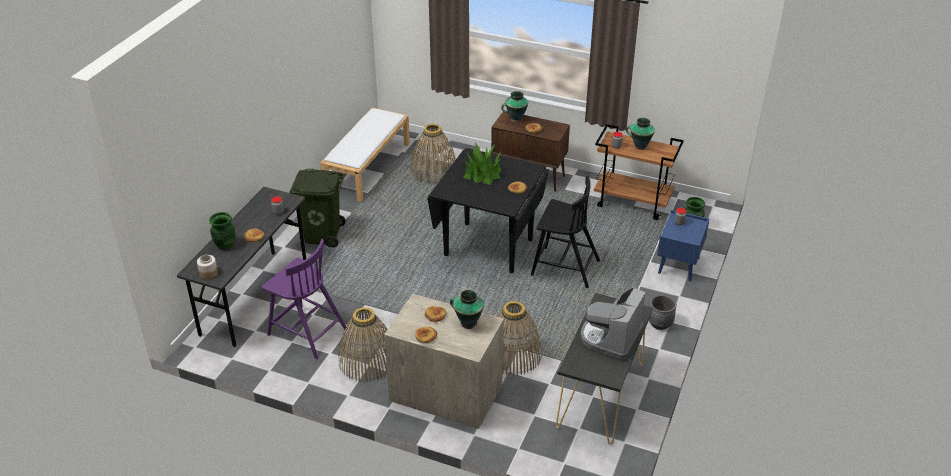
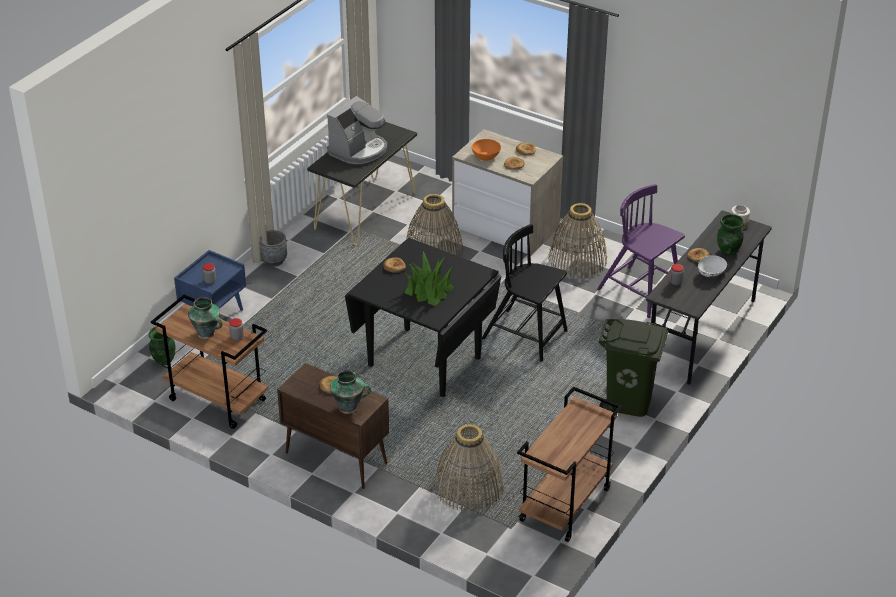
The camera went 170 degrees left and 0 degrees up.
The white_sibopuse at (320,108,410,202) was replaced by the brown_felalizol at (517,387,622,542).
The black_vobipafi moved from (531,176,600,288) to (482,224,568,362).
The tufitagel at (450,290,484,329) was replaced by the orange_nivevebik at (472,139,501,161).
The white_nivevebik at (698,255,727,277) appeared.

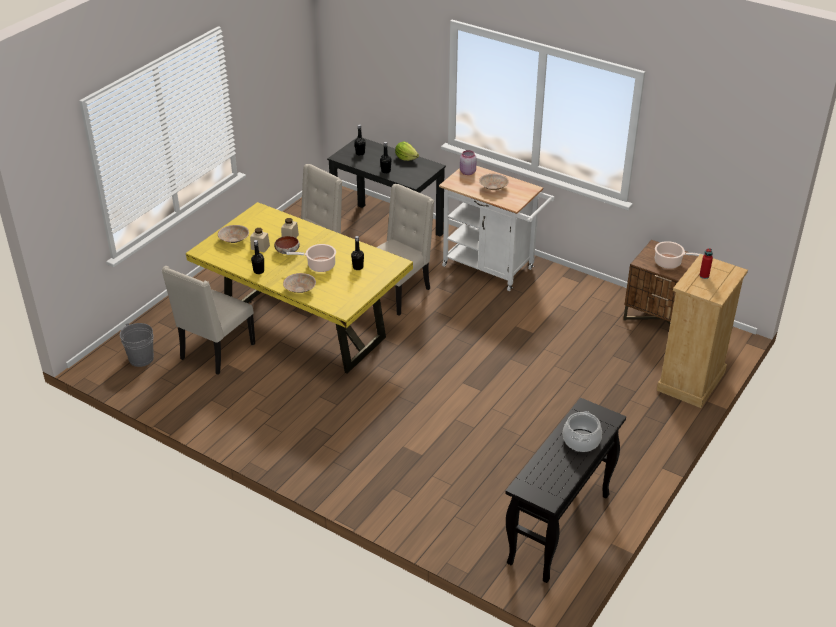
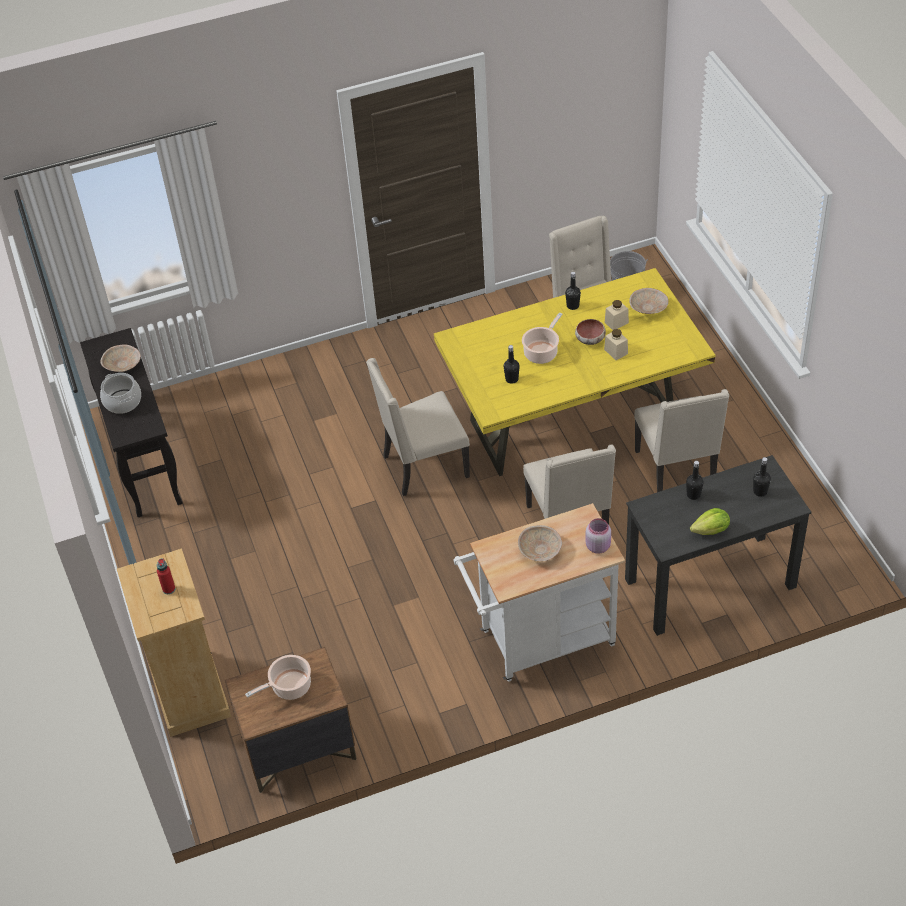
The camera went 130 degrees right and 10 degrees up.
The beige_nivevebik moved from (283,273,316,293) to (101,345,141,372).
The beige_vobipafi at (366,358,470,496) appeared.

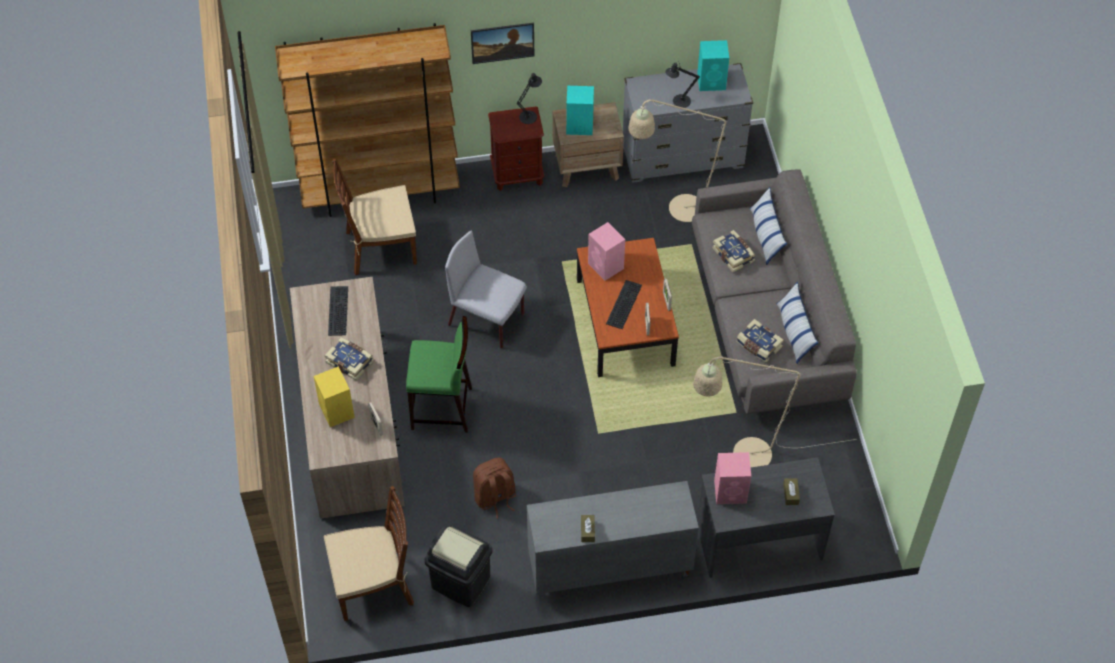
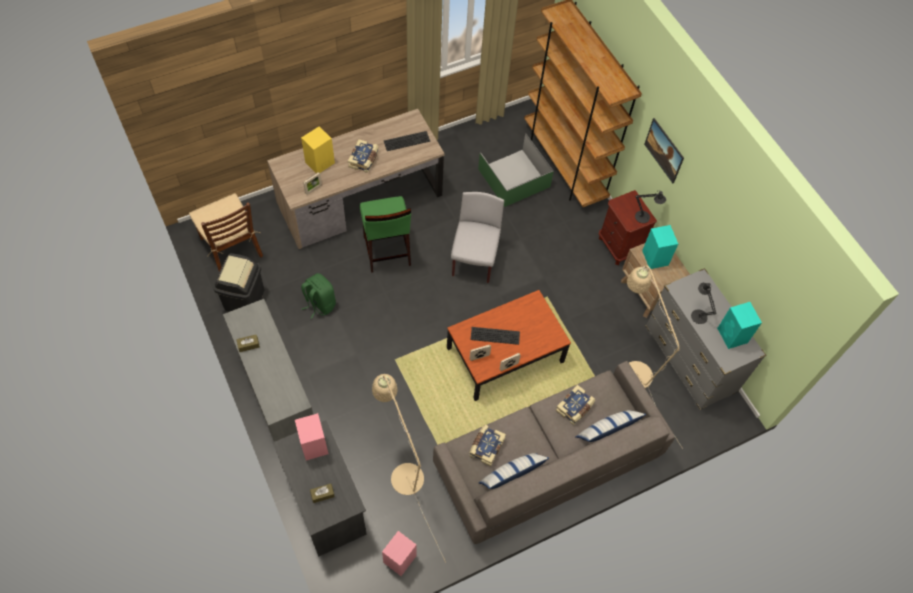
The camera went 70 degrees right and 5 degrees up.
The brown_vobipafi at (332,159,417,275) was replaced by the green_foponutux at (478,134,554,207).
The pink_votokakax moved from (588,222,625,281) to (382,531,417,576).
The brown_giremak at (473,458,516,519) became the green_giremak at (301,273,336,319).

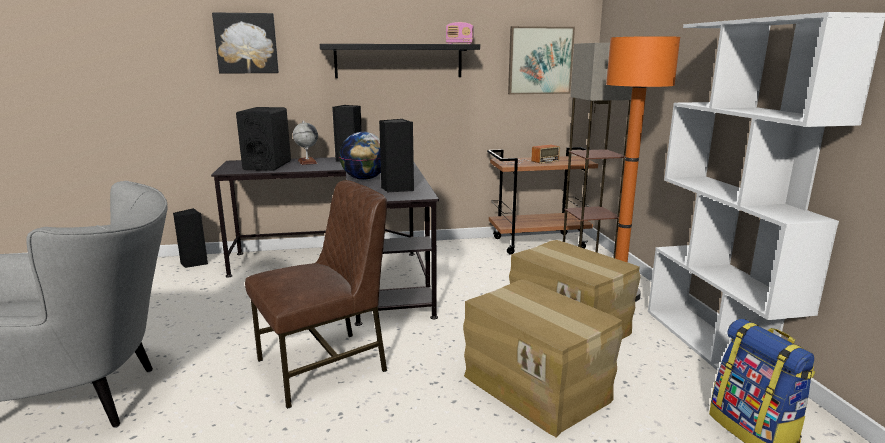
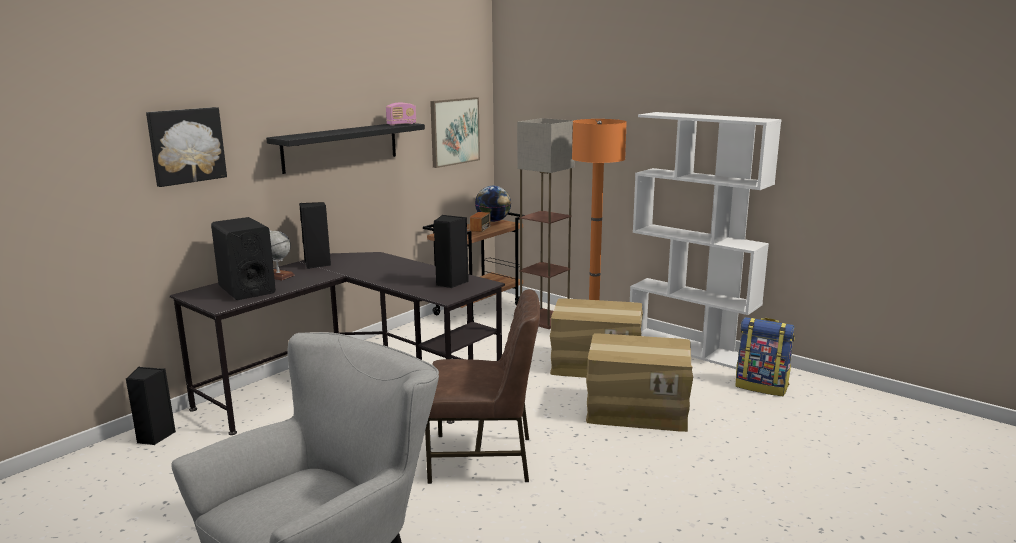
The camera went 40 degrees left and 0 degrees up.
The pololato moved from (339,132,381,180) to (475,186,511,222).
The brown_vobipafi at (245,180,387,409) turned 75 degrees clockwise.

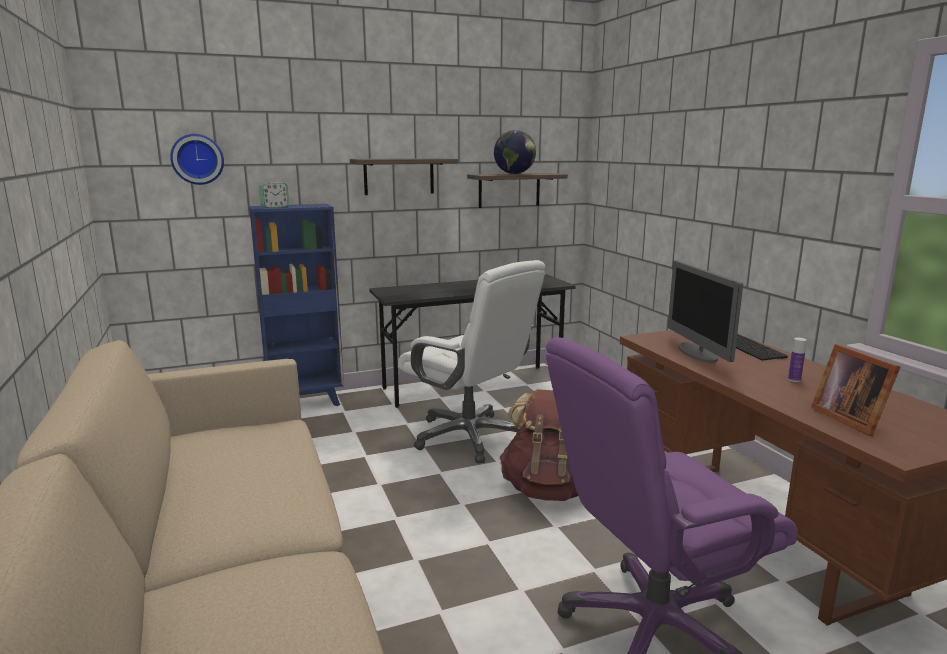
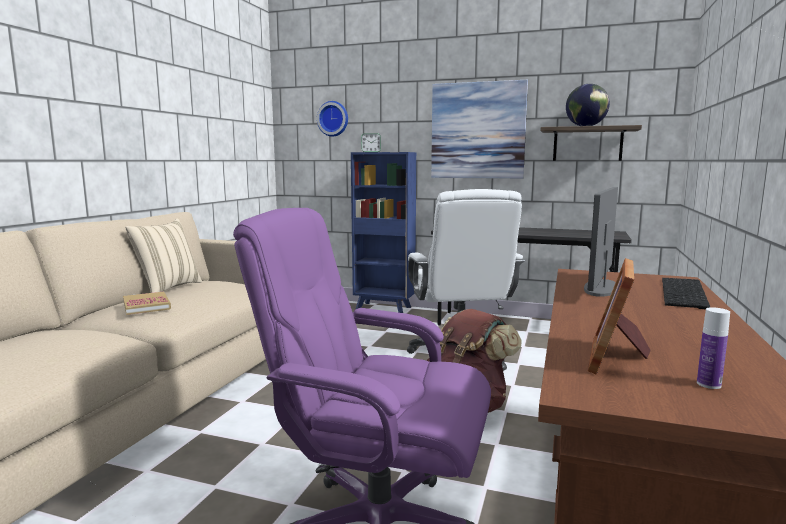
The camera went 40 degrees right and 5 degrees down.
The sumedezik at (350,158,458,195) was replaced by the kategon at (431,80,528,179).
The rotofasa moved from (788,338,807,382) to (697,307,730,389).
The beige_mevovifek at (125,218,202,293) appeared.
The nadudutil at (123,292,171,315) appeared.

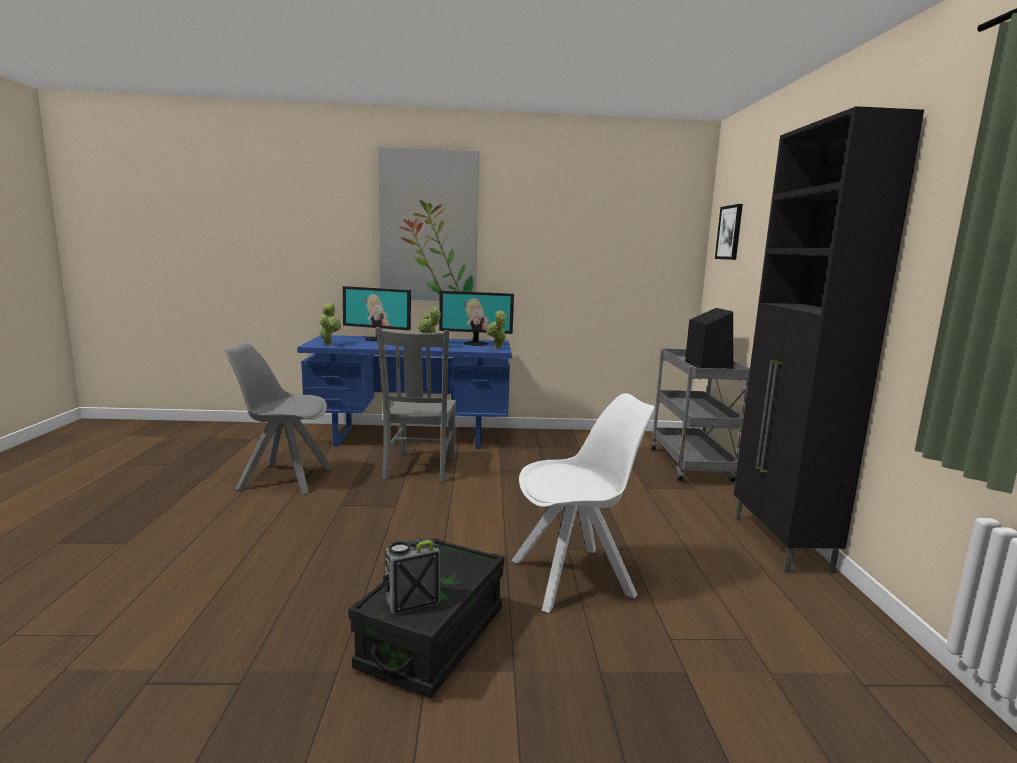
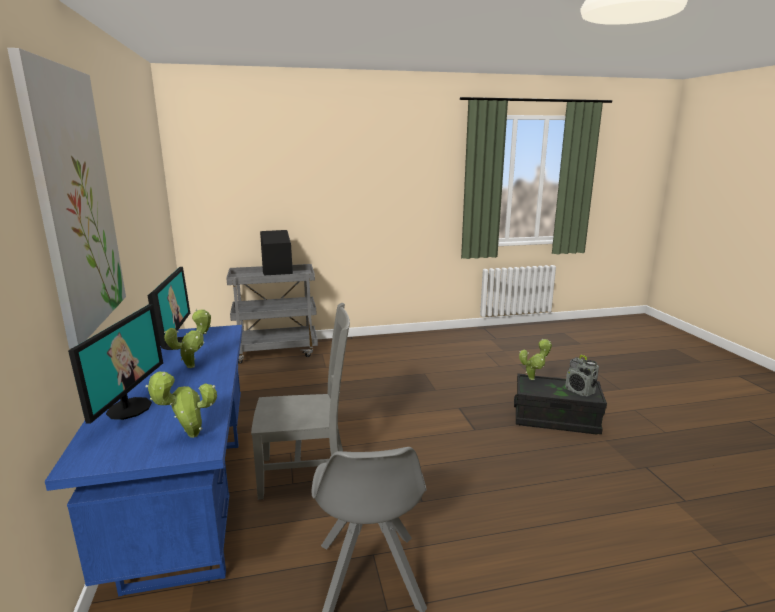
The camera went 100 degrees left and 5 degrees up.
The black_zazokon at (734,106,924,573) disappeared.
The kategon at (715,204,743,260) disappeared.
The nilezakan moved from (486,310,507,350) to (519,338,552,380).
The white_vobipafi at (511,393,655,613) disappeared.

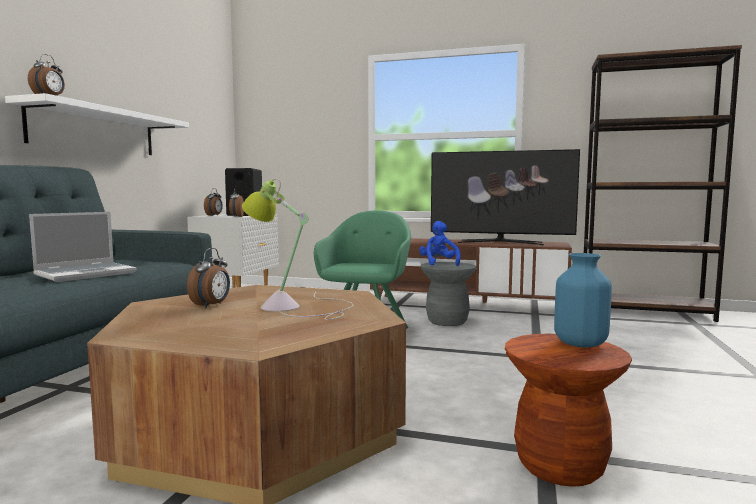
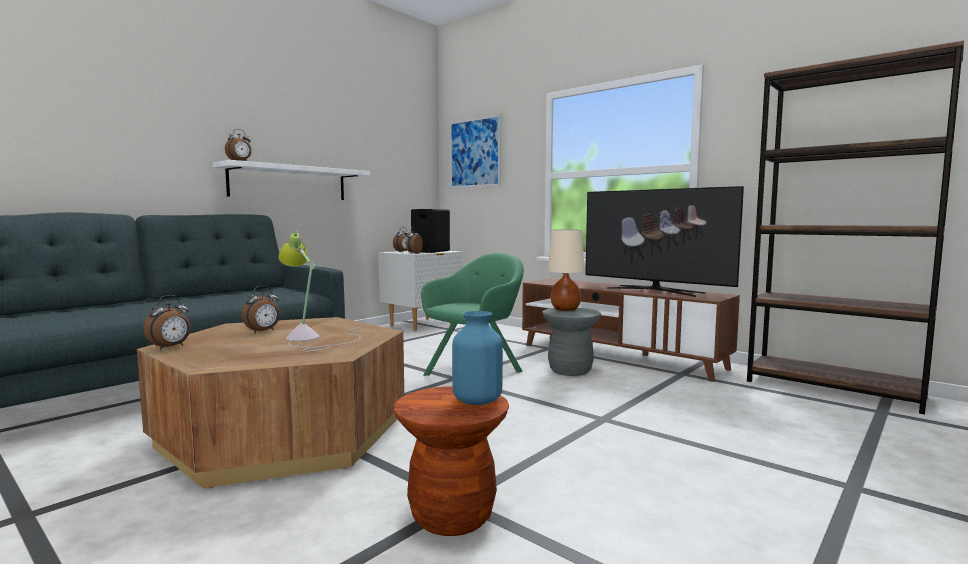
The camera went 25 degrees right and 0 degrees up.
The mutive at (29,212,137,282) disappeared.
The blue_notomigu at (419,221,461,266) was replaced by the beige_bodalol at (548,230,585,311).
The kategon at (449,114,501,189) appeared.
The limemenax at (144,295,191,350) appeared.

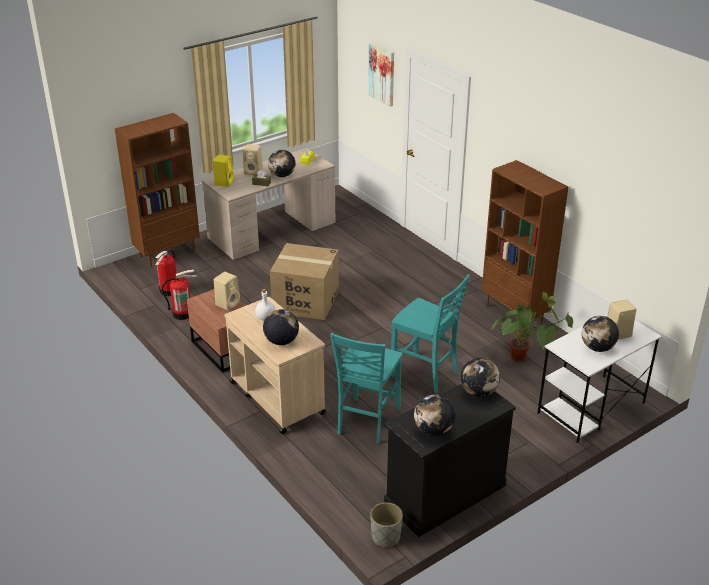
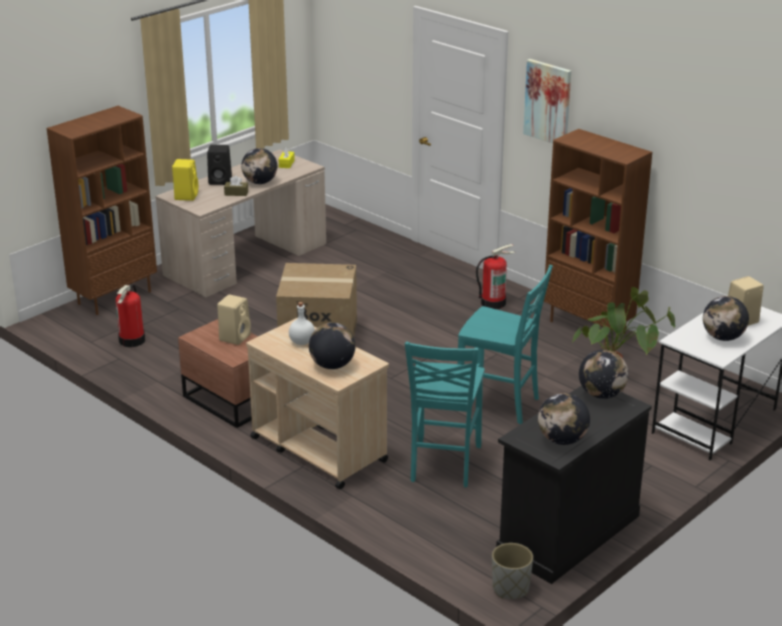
The camera went 10 degrees left and 5 degrees down.
The kategon moved from (368,42,394,107) to (523,59,571,143).
The beige_votokakax at (243,144,263,175) became the black_votokakax at (207,145,232,185).
The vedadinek moved from (162,269,197,320) to (476,244,516,309).

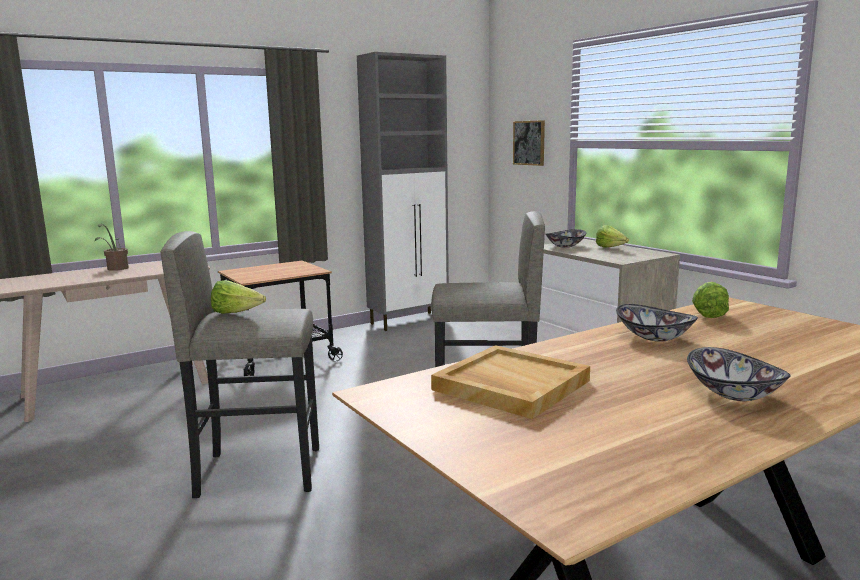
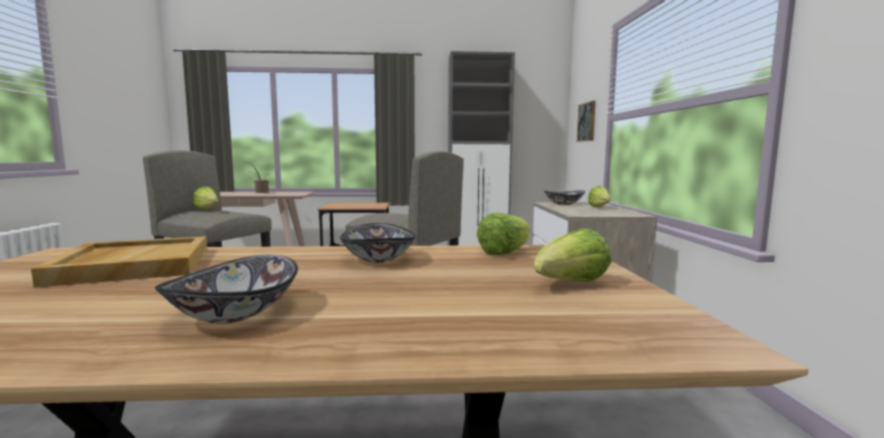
The camera went 30 degrees right and 5 degrees down.
The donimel at (534,228,612,282) appeared.

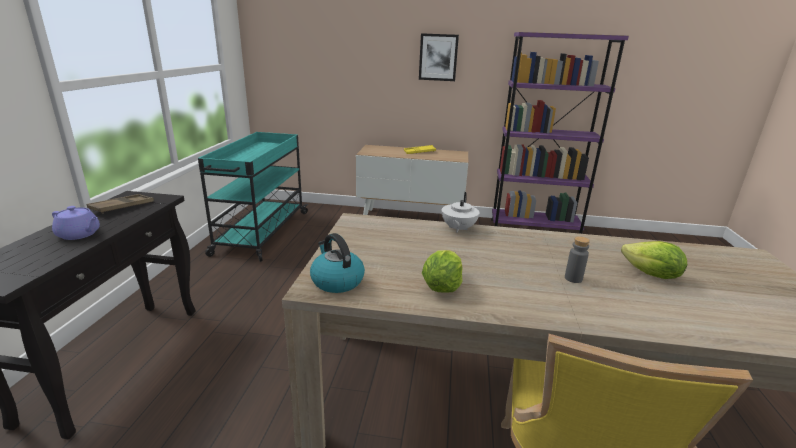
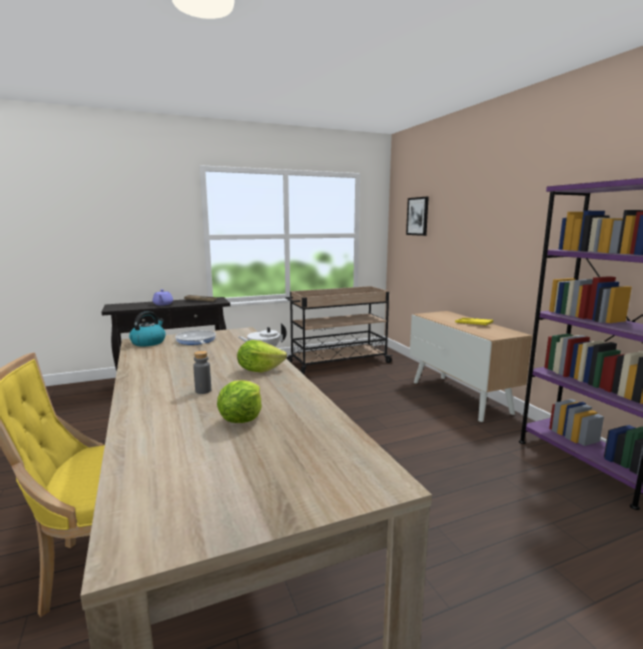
The camera went 60 degrees right and 10 degrees down.
The kategon moved from (419,33,459,81) to (406,197,429,236).
The turquoise_felalizol at (198,132,309,262) became the beige_felalizol at (285,286,393,375).
The donimel moved from (422,250,463,293) to (237,340,287,373).
The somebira at (175,330,216,345) appeared.

